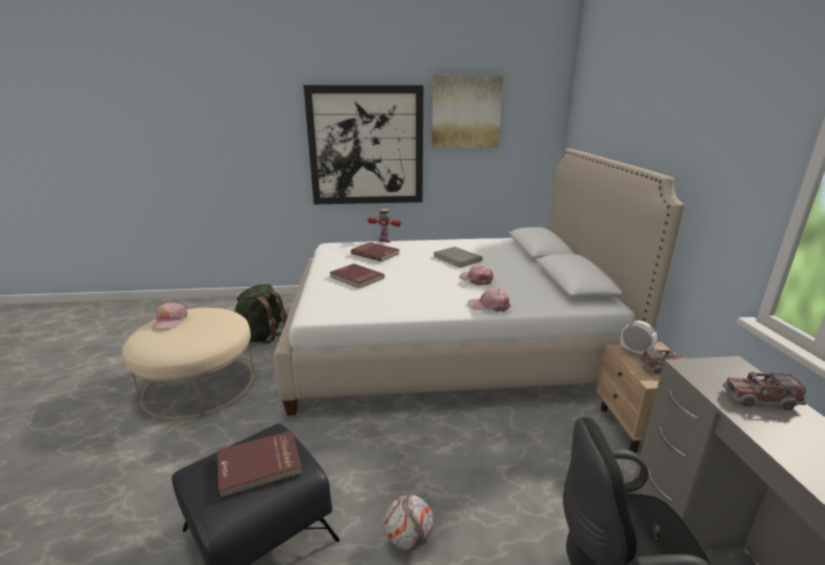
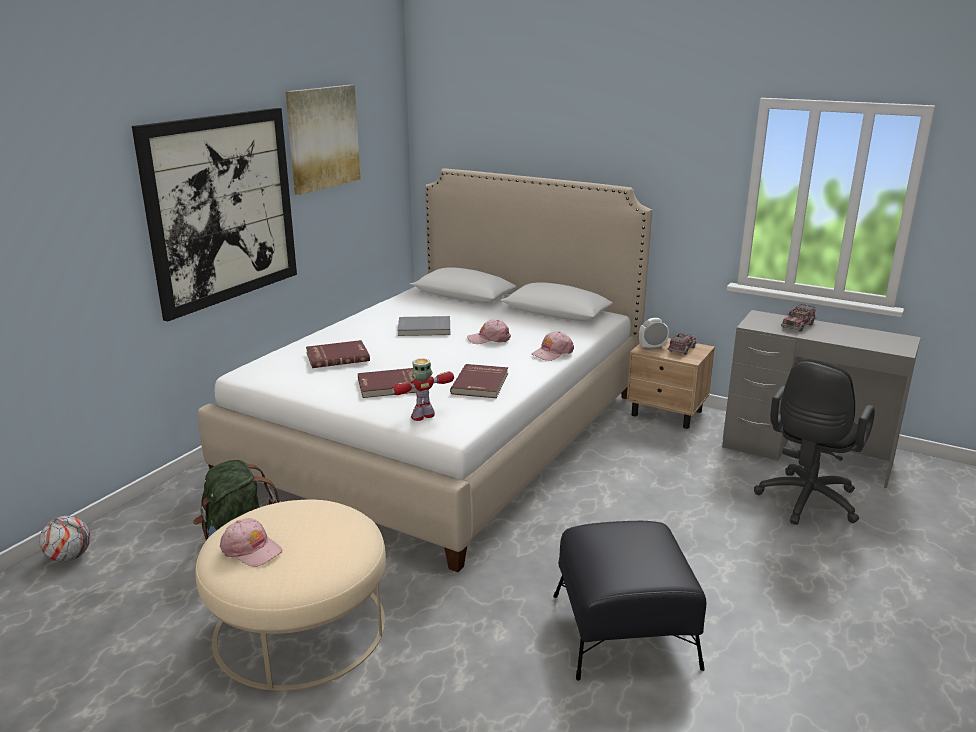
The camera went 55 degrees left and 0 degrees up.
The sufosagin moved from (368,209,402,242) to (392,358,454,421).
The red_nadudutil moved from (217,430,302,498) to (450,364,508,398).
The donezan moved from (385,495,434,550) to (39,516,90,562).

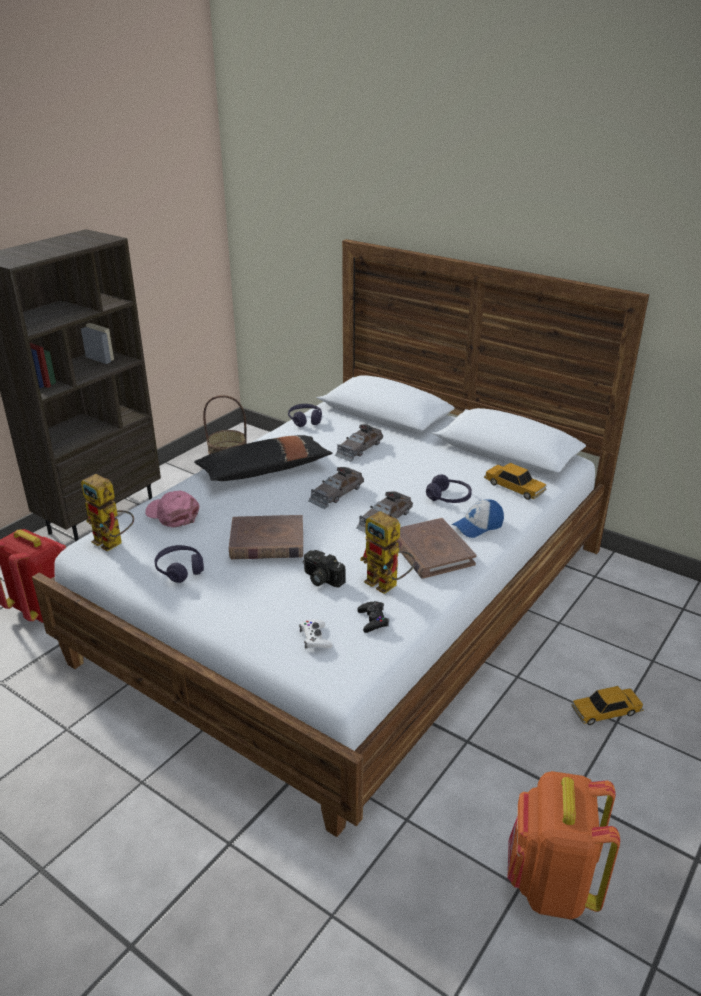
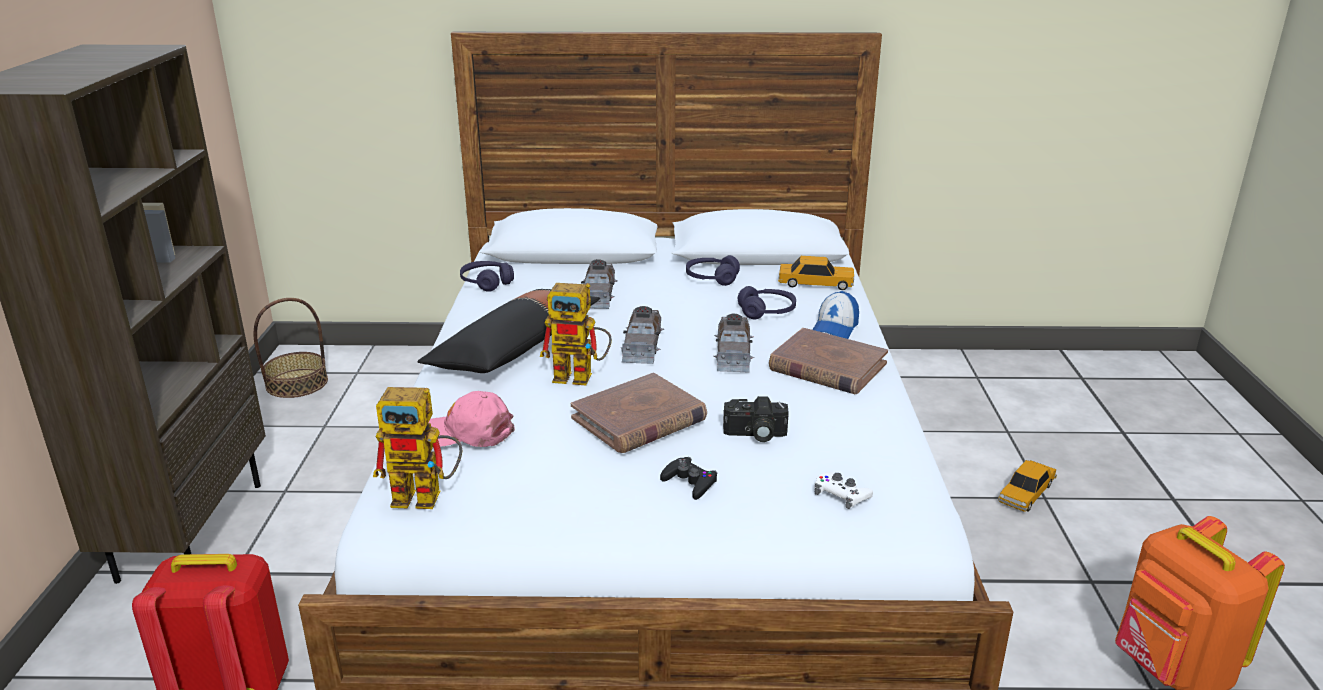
The camera went 35 degrees left and 5 degrees down.
The sufosagin moved from (360,511,416,594) to (540,283,612,385).
The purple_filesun moved from (155,545,204,583) to (686,255,740,286).
The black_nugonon moved from (357,601,389,633) to (660,457,718,500).

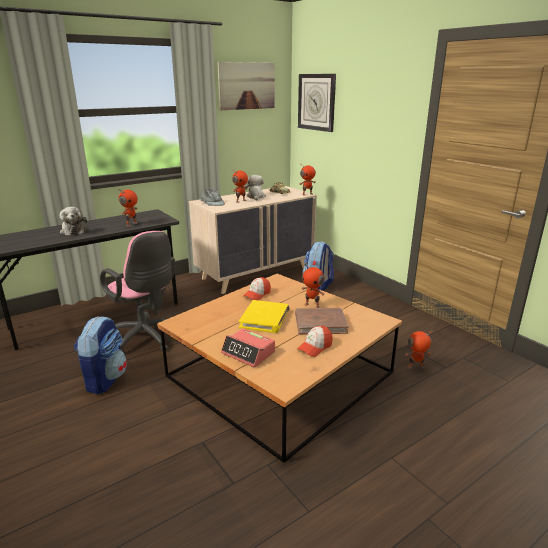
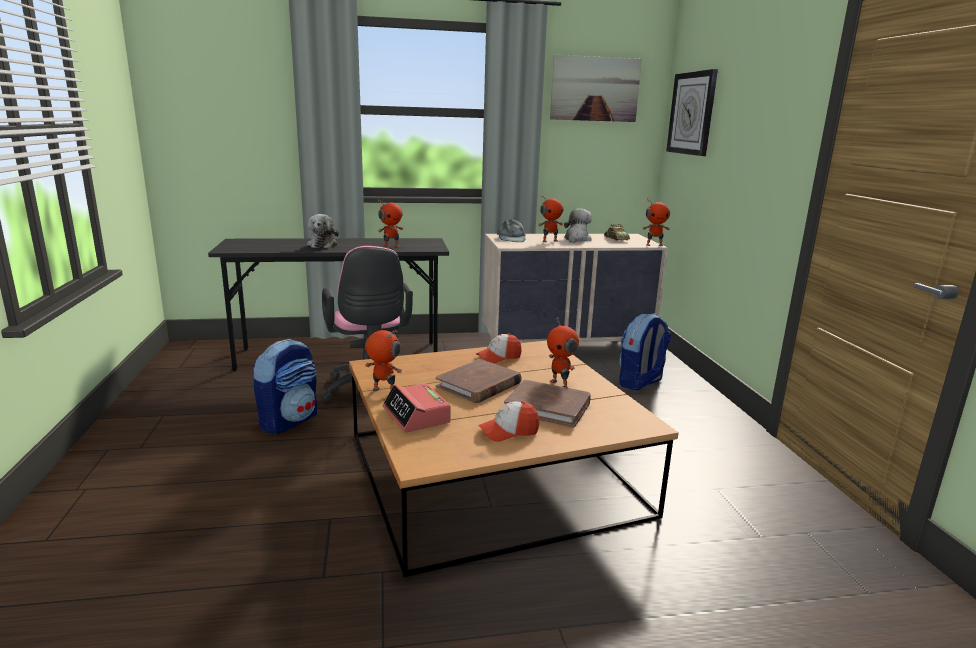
The camera went 25 degrees right and 5 degrees down.
The yellow_nadudutil at (239,300,290,333) became the brown_nadudutil at (436,359,522,403).
The sufosagin moved from (405,331,433,369) to (365,330,402,391).

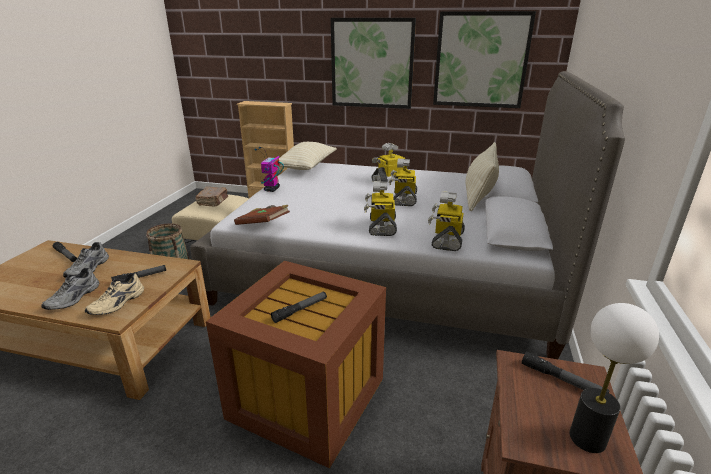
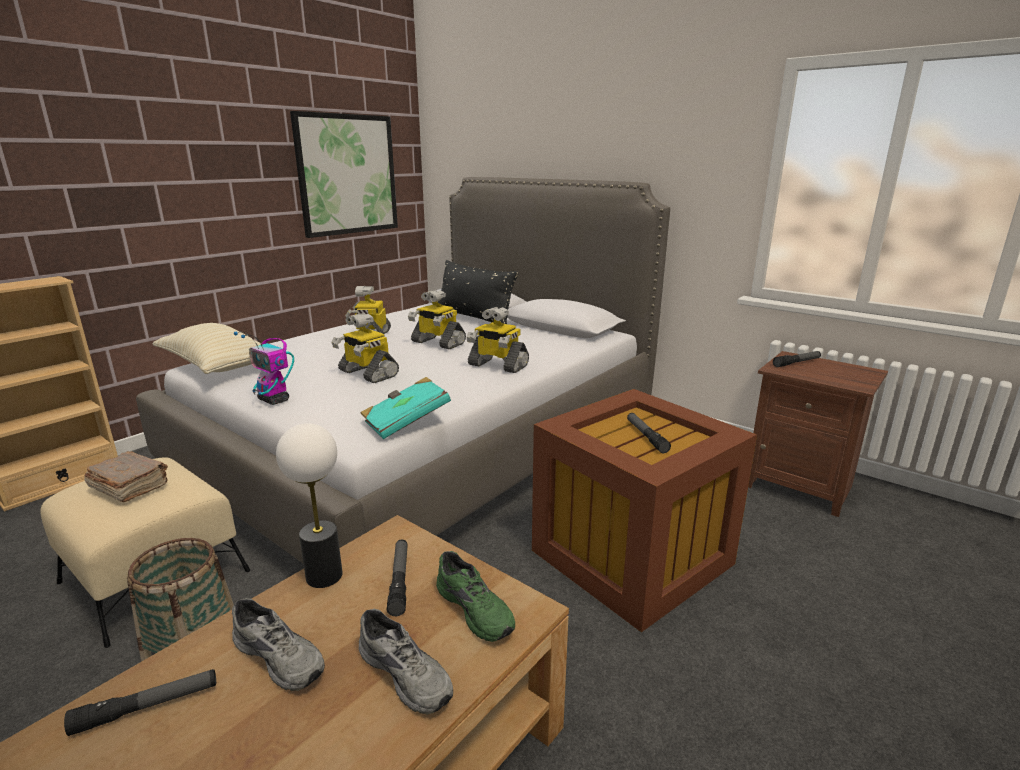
The camera went 65 degrees left and 5 degrees down.
The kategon at (331,18,416,109) disappeared.
The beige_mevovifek at (466,142,499,211) became the black_mevovifek at (438,260,518,324).
The sufosagin moved from (428,191,465,251) to (331,313,399,383).
The brown_nadudutil at (234,205,290,225) became the turquoise_nadudutil at (361,377,451,439).
The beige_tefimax at (85,273,144,315) became the green_tefimax at (436,551,515,642).
The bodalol moved from (570,303,659,453) to (276,423,343,588).

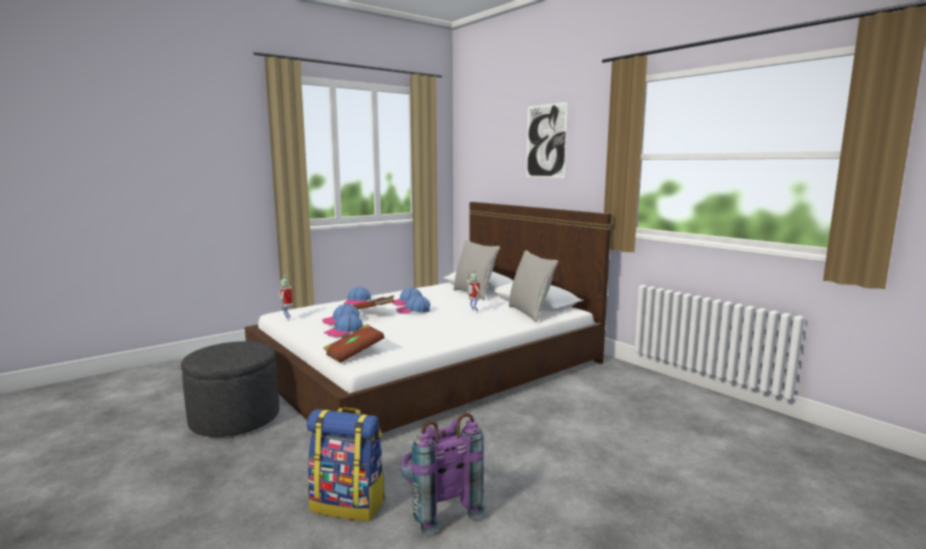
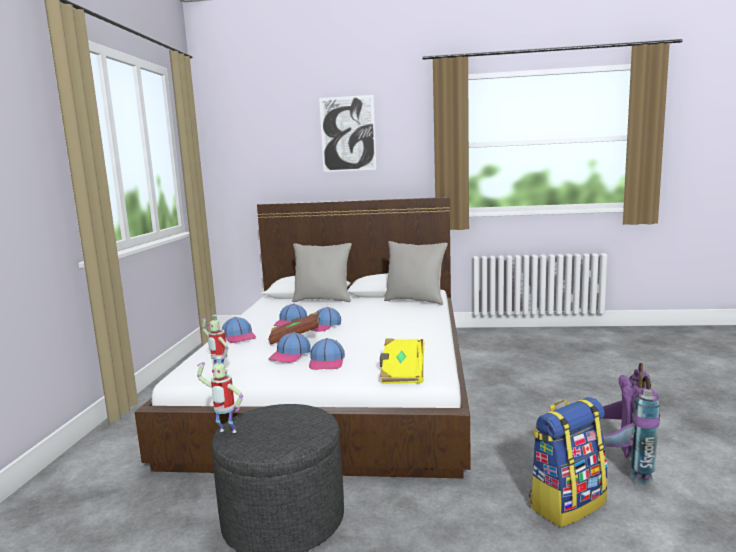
The camera went 45 degrees left and 0 degrees up.
The sufosagin moved from (466,270,480,313) to (197,356,243,433).
The brown_nadudutil at (323,324,385,363) became the yellow_nadudutil at (380,338,424,384).

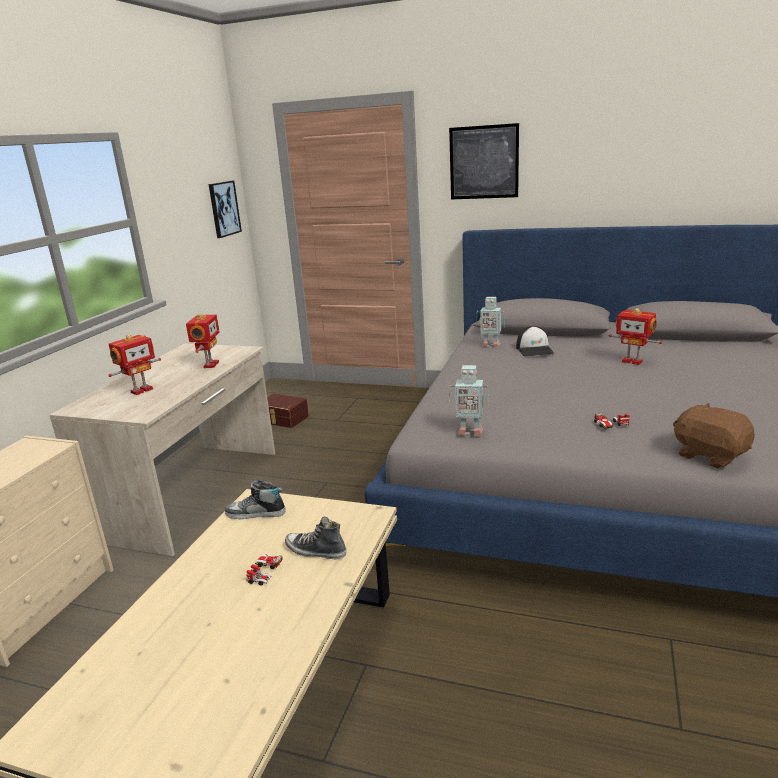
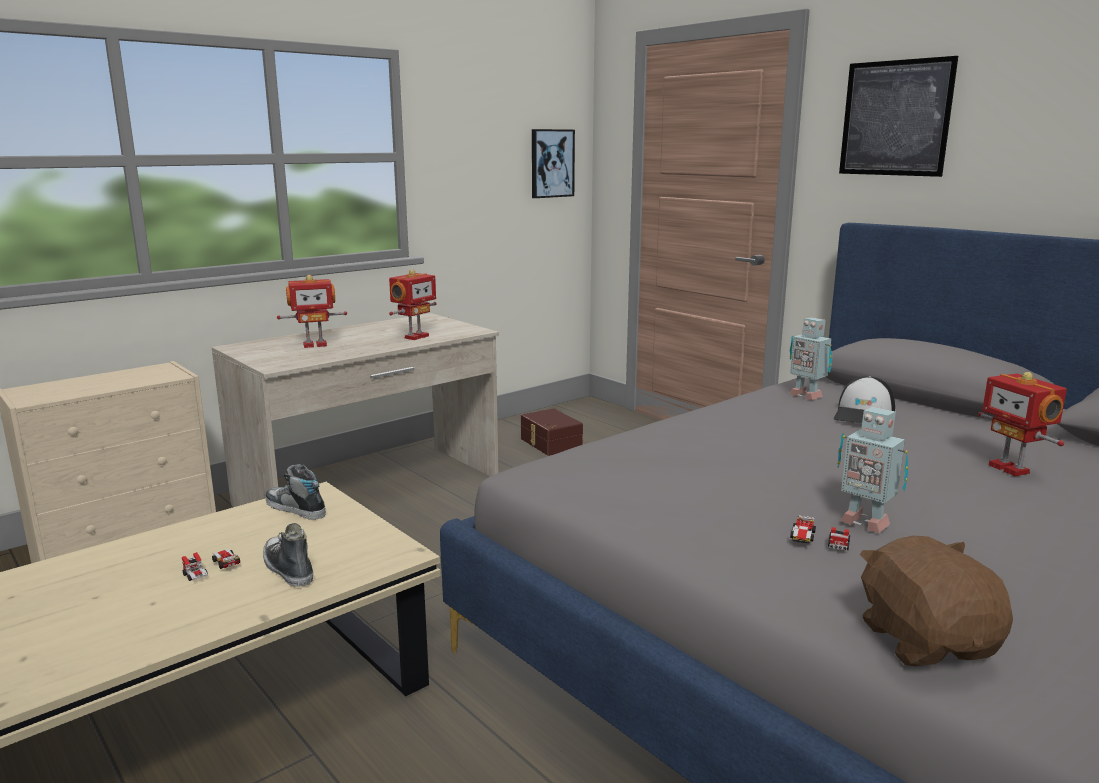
The camera went 30 degrees right and 5 degrees down.
The sufosagin moved from (449,365,489,436) to (837,407,909,533).

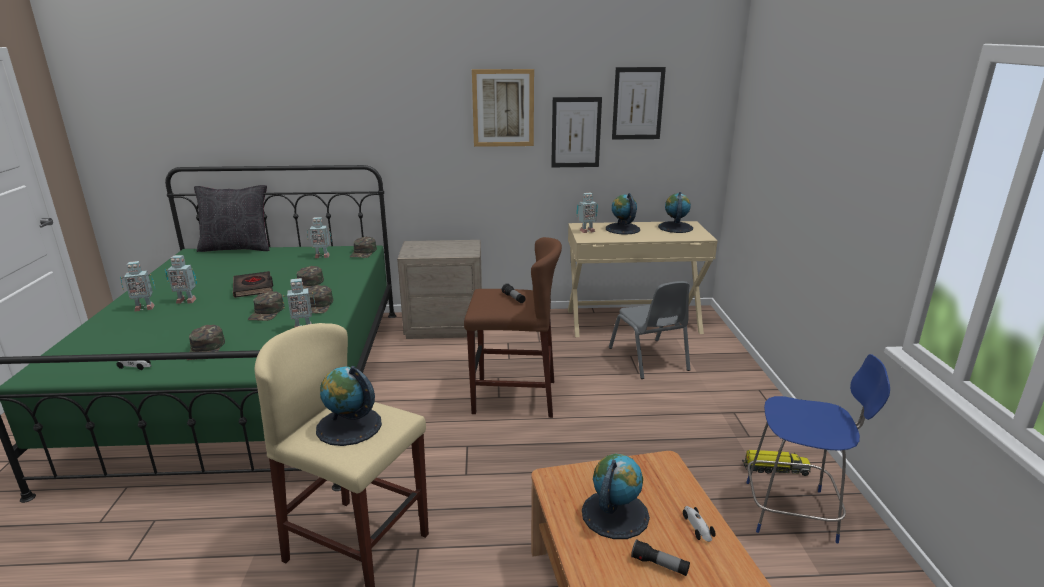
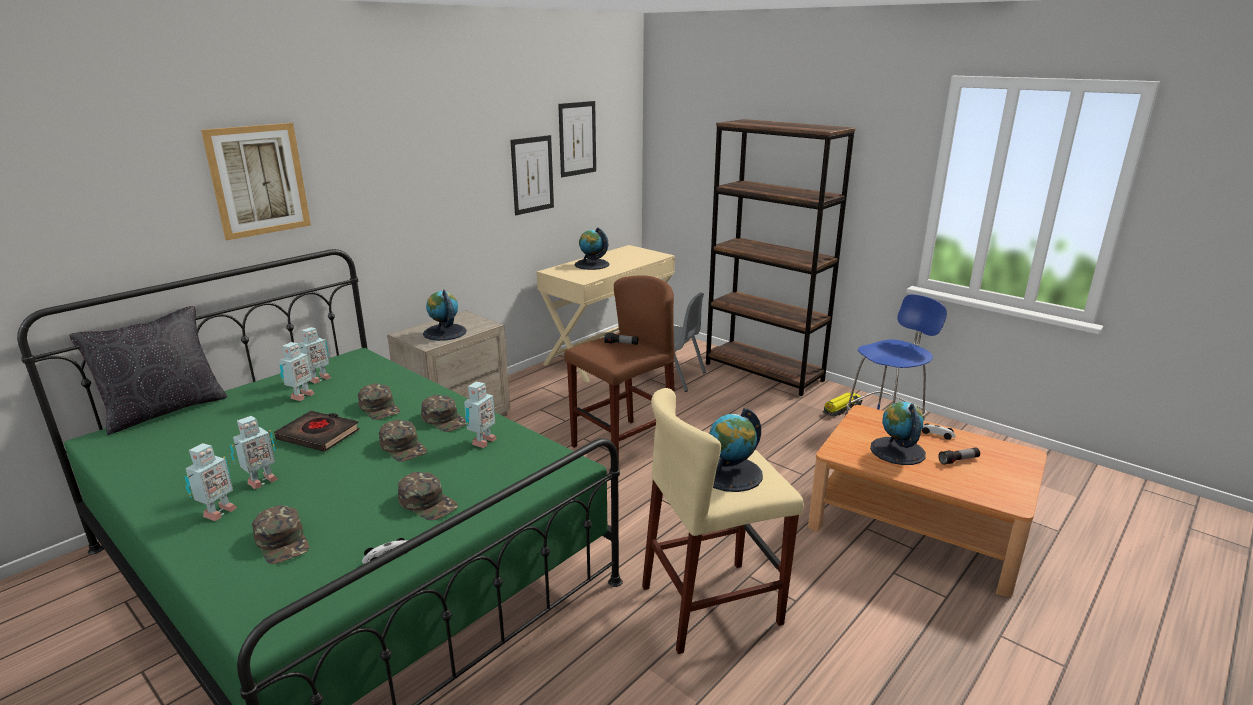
The camera went 45 degrees left and 0 degrees up.
The kategon moved from (472,69,534,147) to (201,123,311,240).
The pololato moved from (658,192,693,233) to (423,290,467,341).
The sufosagin moved from (576,193,598,233) to (279,342,315,401).
The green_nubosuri moved from (350,237,377,258) to (252,505,310,564).
The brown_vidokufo at (706,119,856,396) appeared.

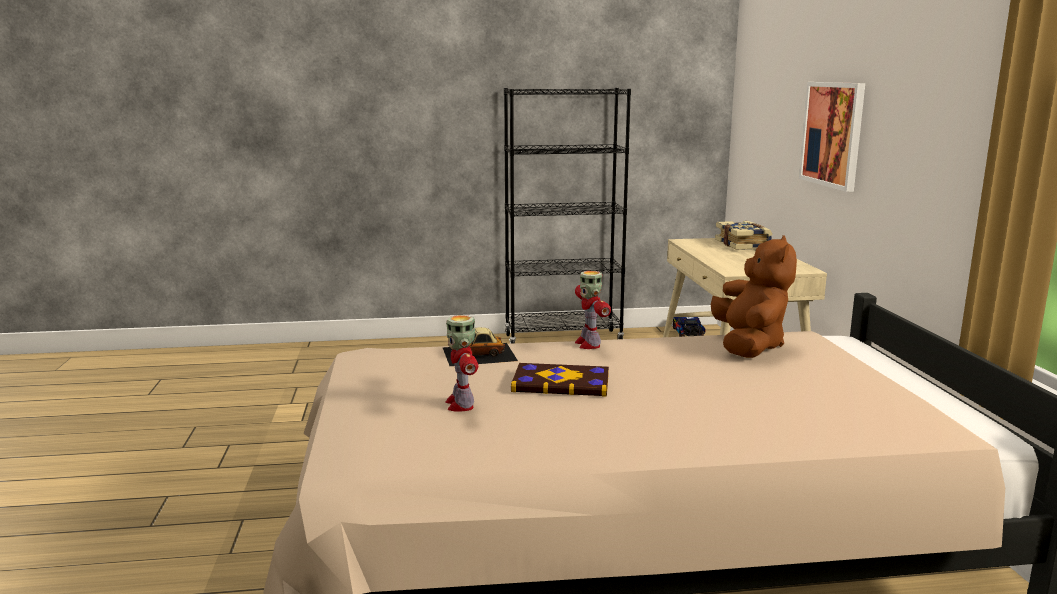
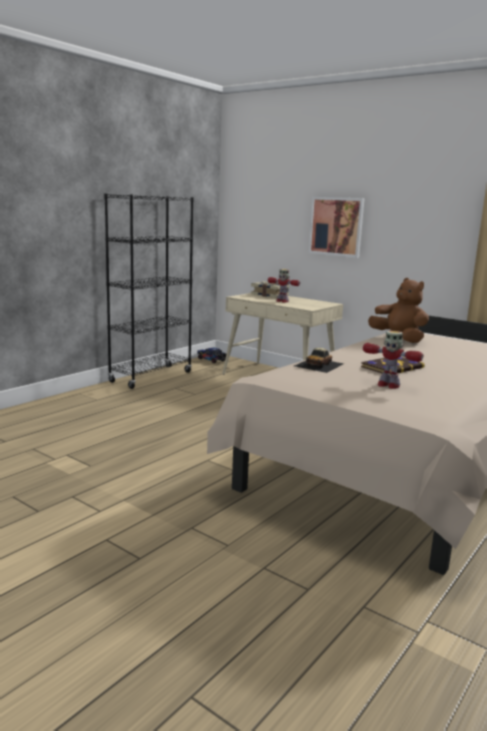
The camera went 45 degrees left and 0 degrees up.
The sufosagin moved from (575,271,611,349) to (268,269,300,302).

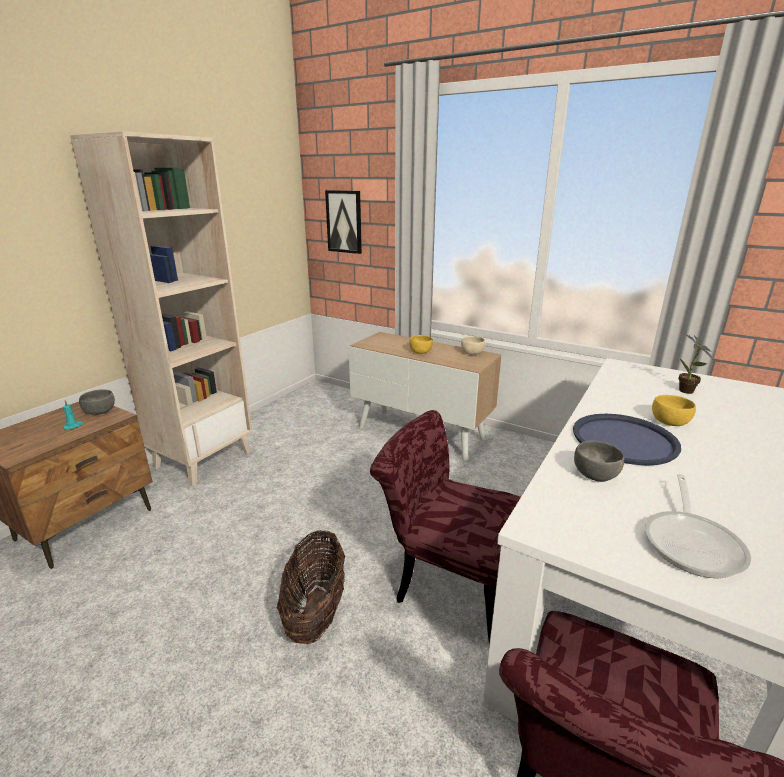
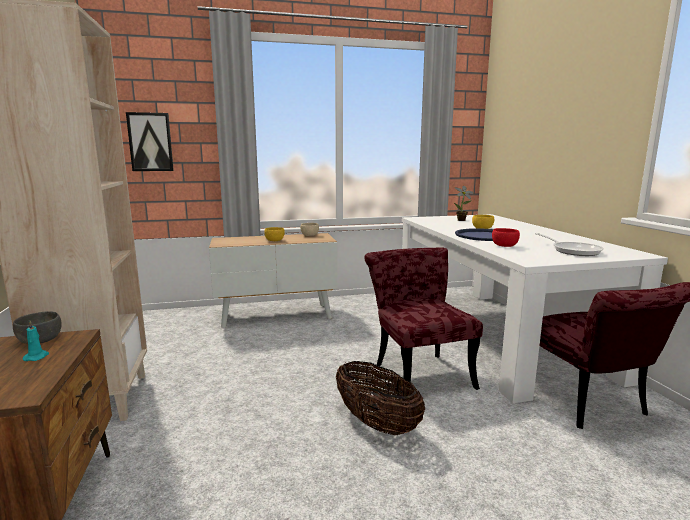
The camera went 45 degrees left and 10 degrees down.
The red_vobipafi at (370,410,521,644) turned 90 degrees clockwise.
The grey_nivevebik at (574,440,624,482) became the red_nivevebik at (492,228,520,247).

